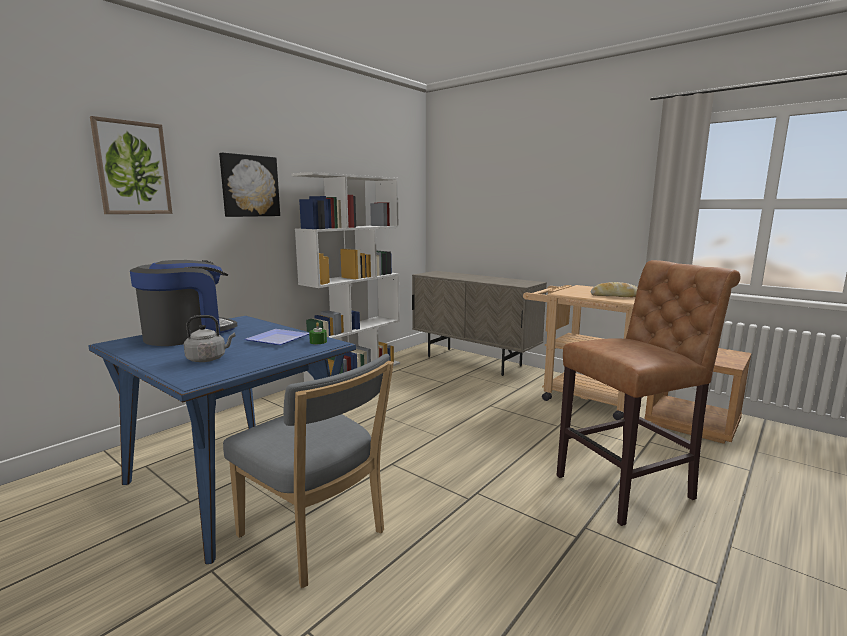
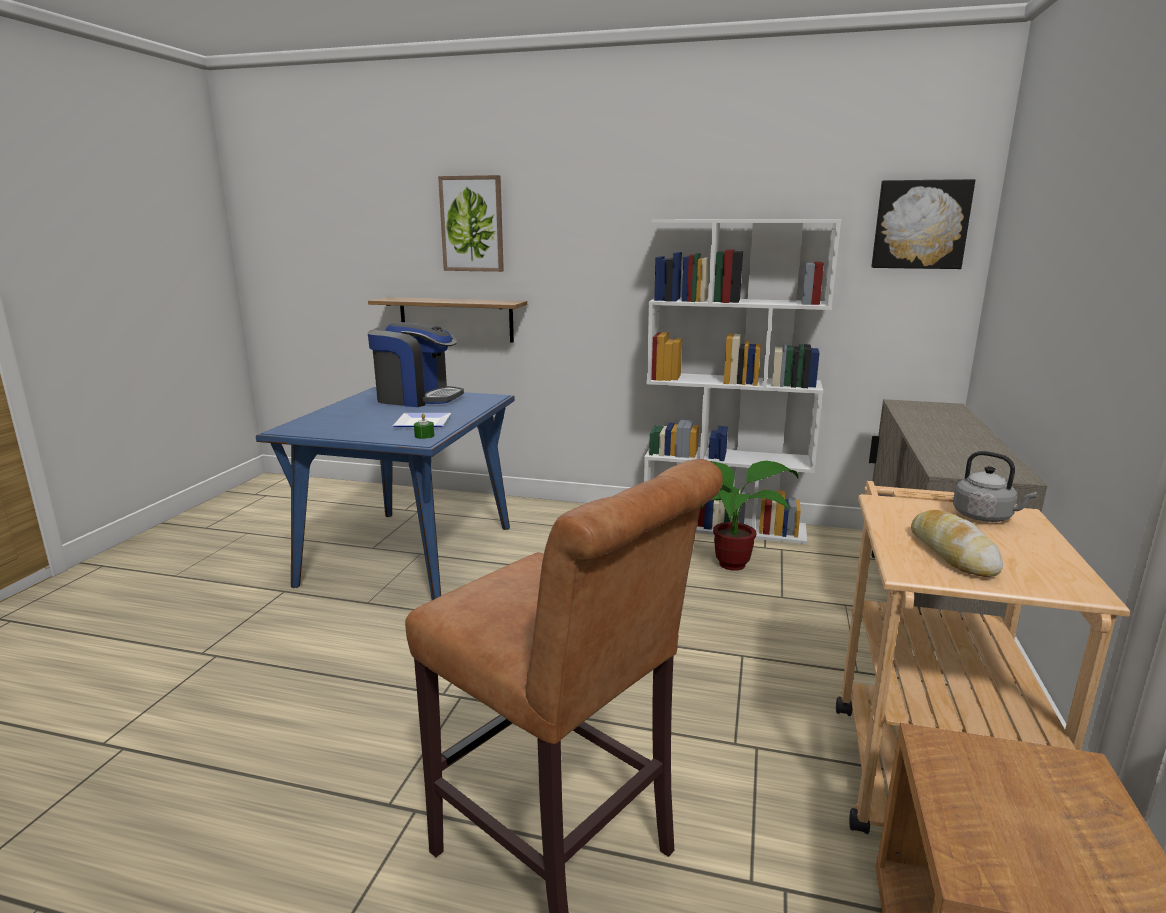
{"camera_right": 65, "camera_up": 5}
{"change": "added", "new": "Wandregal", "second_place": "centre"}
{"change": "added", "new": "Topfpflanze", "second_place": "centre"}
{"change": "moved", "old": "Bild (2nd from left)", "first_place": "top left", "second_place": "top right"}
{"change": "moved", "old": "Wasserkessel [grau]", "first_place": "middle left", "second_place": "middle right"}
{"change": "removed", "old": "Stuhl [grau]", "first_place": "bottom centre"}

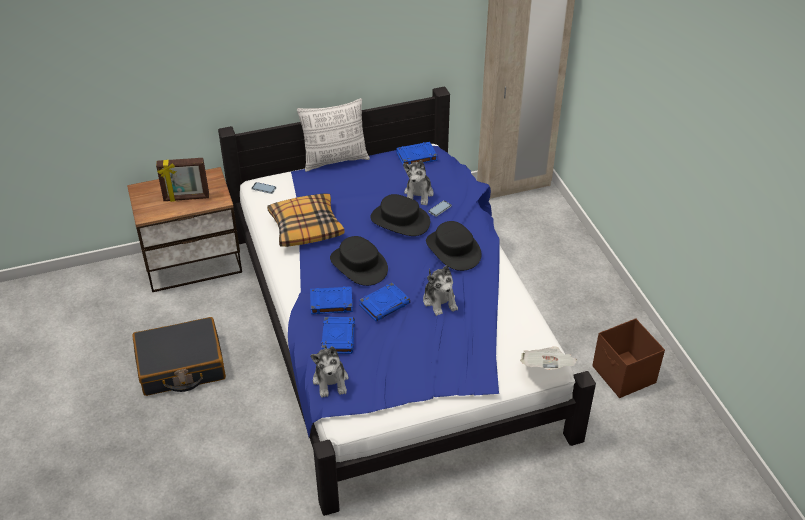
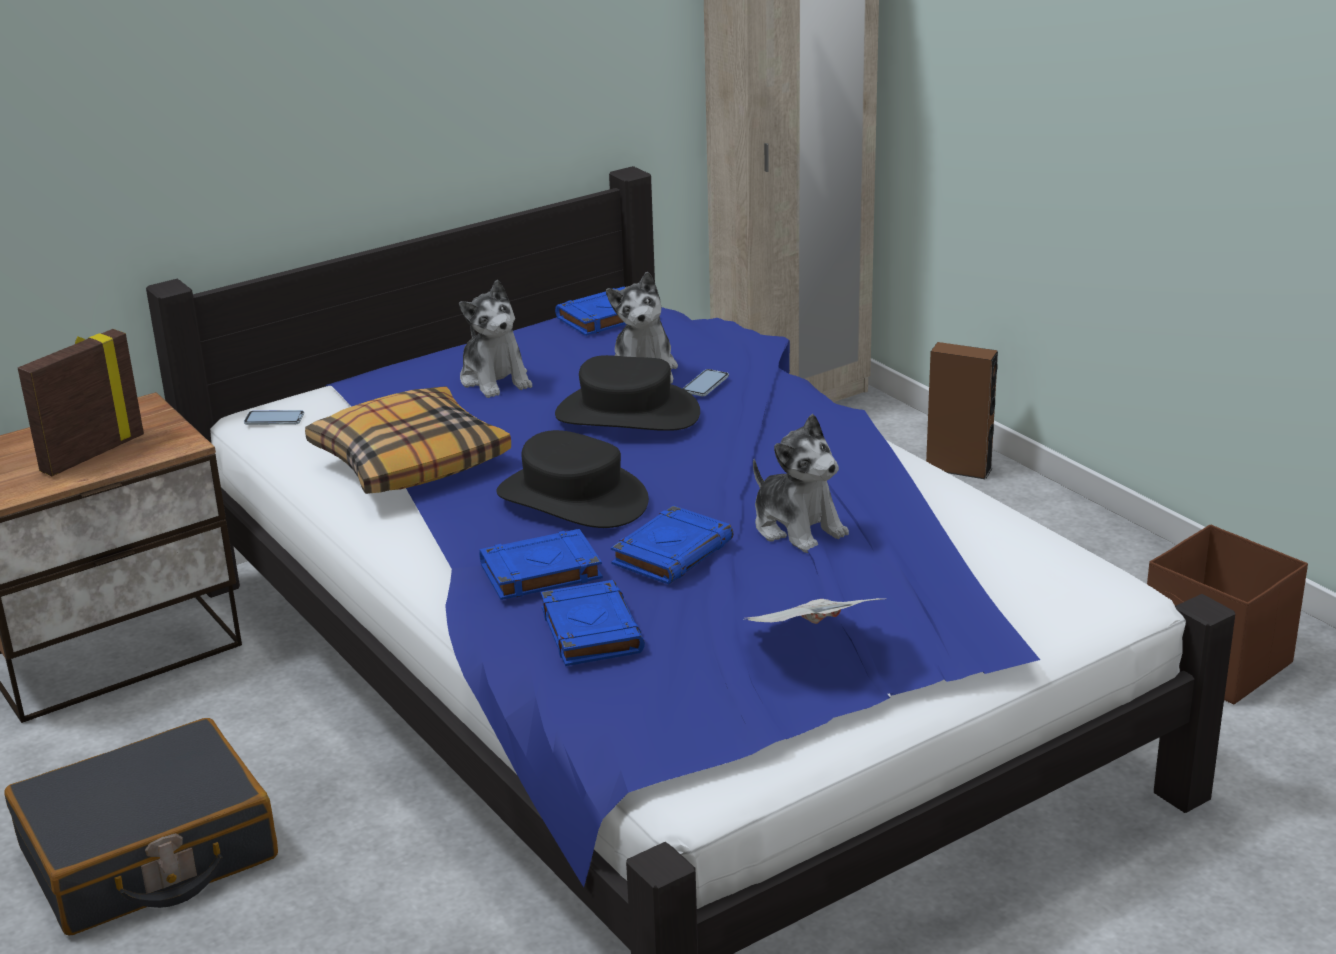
{"camera_right": -15, "camera_up": -15}
{"change": "turned", "old": "Bilderrahmen", "first_place": "middle left", "second_place": "middle left", "degrees": 150}
{"change": "moved", "old": "Plüschtier (1st from left)", "first_place": "bottom centre", "second_place": "centre"}
{"change": "moved", "old": "Zeitung", "first_place": "bottom right", "second_place": "centre"}
{"change": "added", "new": "Lautsprecher [braun]", "second_place": "middle right"}
{"change": "removed", "old": "Kissen (2nd from left)", "first_place": "top centre"}
{"change": "removed", "old": "Hut [schwarz] (3rd from left)", "first_place": "centre"}

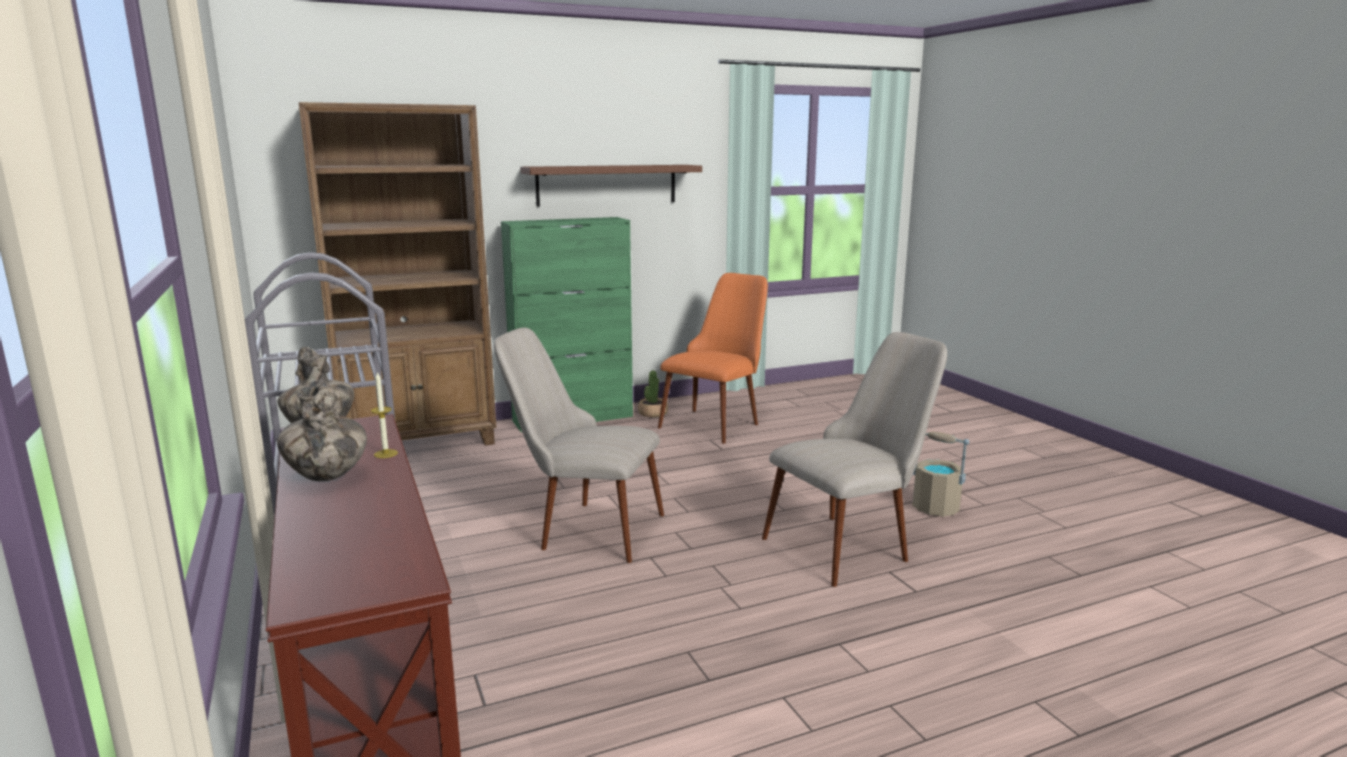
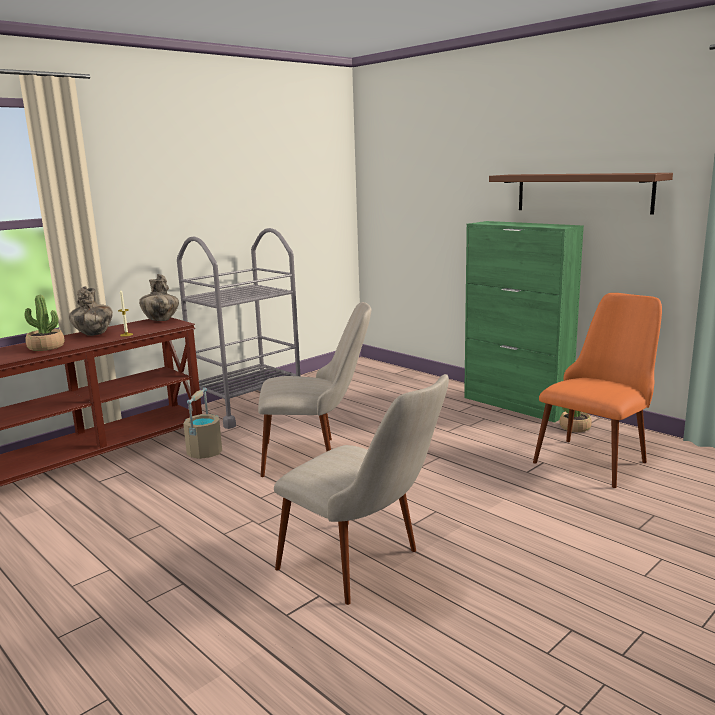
{"camera_right": 70, "camera_up": 0}
{"change": "added", "new": "Topfpflanze (1st from left)", "second_place": "middle left"}
{"change": "moved", "old": "Eimer [beige]", "first_place": "middle right", "second_place": "middle left"}
{"change": "turned", "old": "Stuhl [beige] (1st from left)", "first_place": "centre", "second_place": "centre", "degrees": 90}
{"change": "turned", "old": "Stuhl [orange]", "first_place": "centre", "second_place": "middle right", "degrees": -60}
{"change": "removed", "old": "Bücherregal [braun]", "first_place": "middle left"}

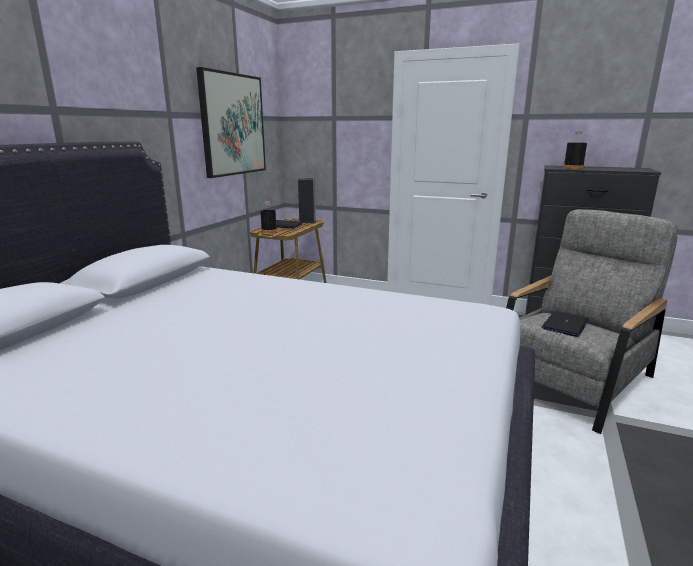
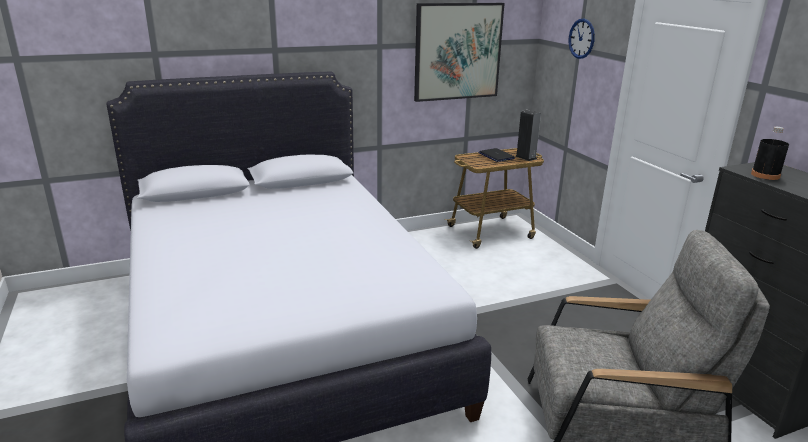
{"camera_right": 45, "camera_up": 5}
{"change": "added", "new": "Wanduhr", "second_place": "top right"}
{"change": "removed", "old": "Flasche [schwarz] (1st from left)", "first_place": "centre"}
{"change": "removed", "old": "Laptop (2nd from left)", "first_place": "middle right"}

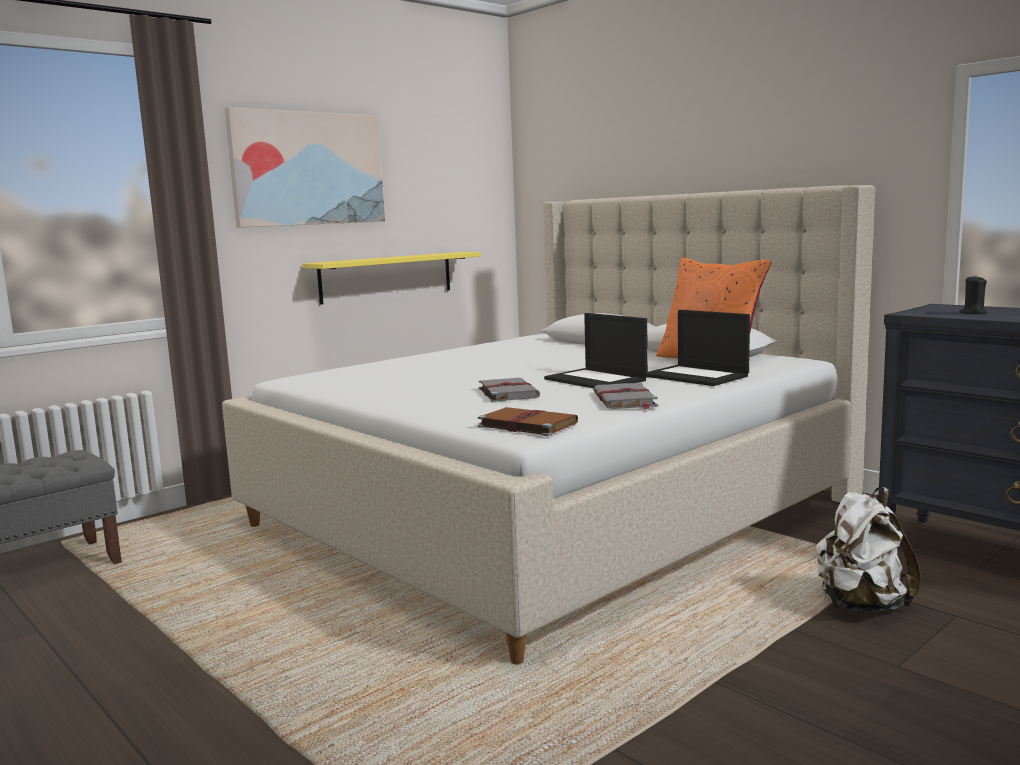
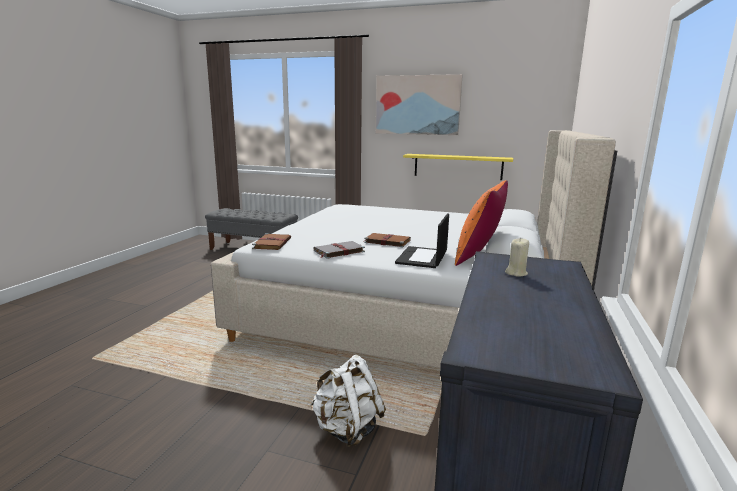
{"camera_right": 60, "camera_up": 5}
{"change": "replaced", "old": "Laptop (1st from left)", "new": "Buch [braun] (2nd from left)", "first_place": "centre", "second_place": "centre"}
{"change": "recoloured", "old": "Kerze [schwarz]", "new": "Kerze [beige]", "first_place": "middle right", "second_place": "middle right"}
{"change": "removed", "old": "Buch [grau] (1st from left)", "first_place": "centre"}

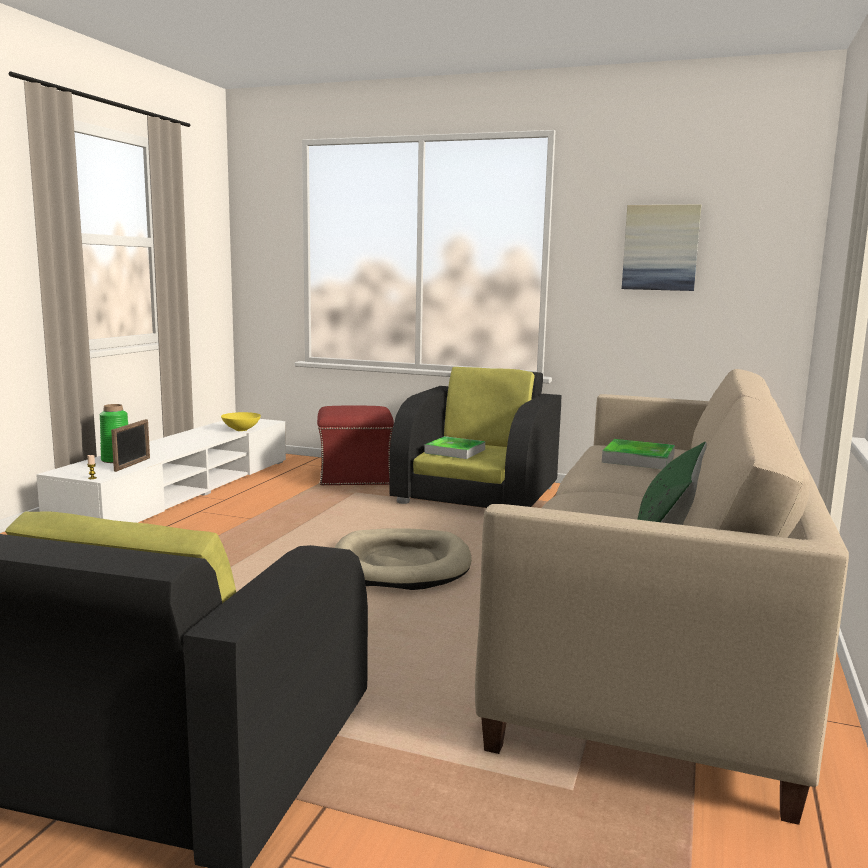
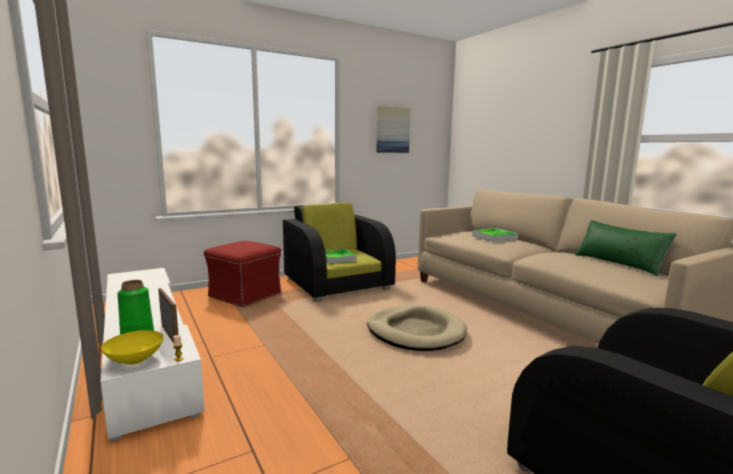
{"camera_right": -50, "camera_up": 0}
{"change": "moved", "old": "Schüssel [gelb]", "first_place": "middle left", "second_place": "bottom left"}

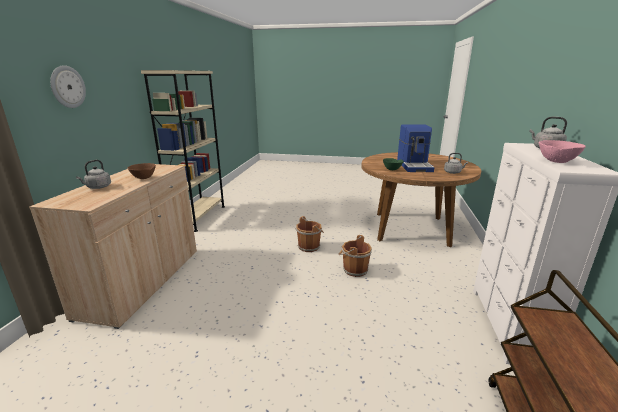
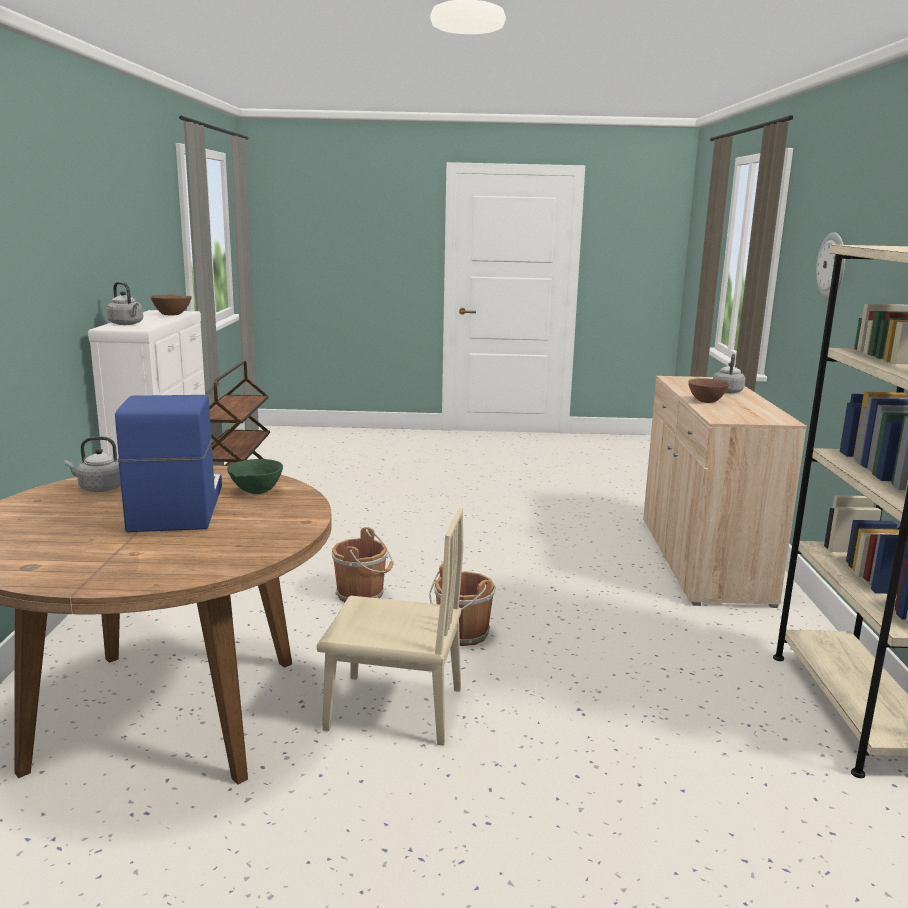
{"camera_right": 170, "camera_up": -5}
{"change": "recoloured", "old": "Schüssel [rosa]", "new": "Schüssel [braun] (1st from left)", "first_place": "middle right", "second_place": "middle left"}
{"change": "added", "new": "Stuhl [beige]", "second_place": "bottom centre"}

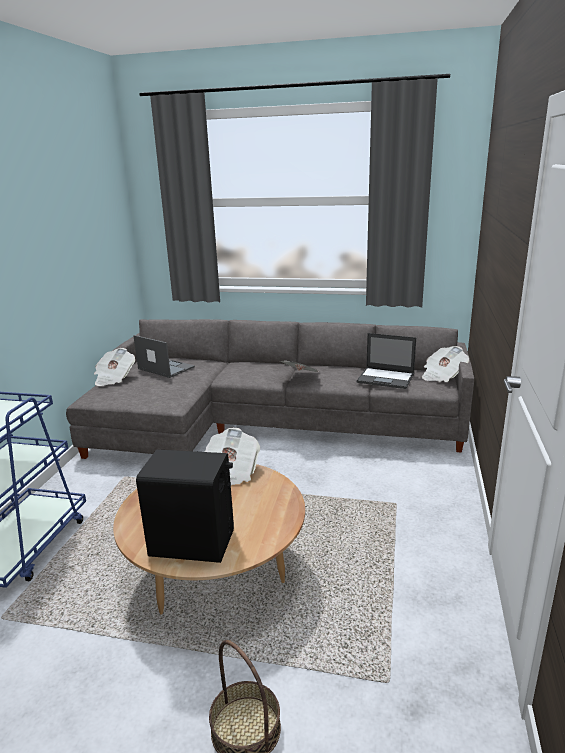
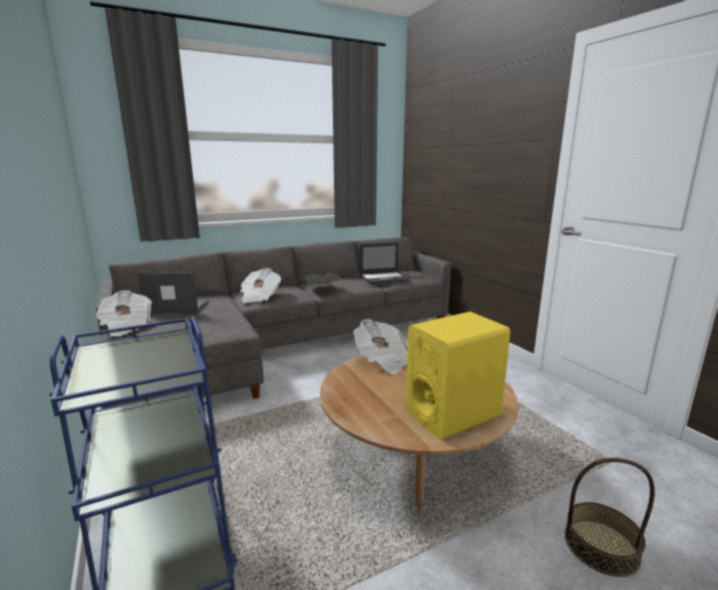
{"camera_right": -40, "camera_up": -5}
{"change": "moved", "old": "Zeitung (4th from left in the first image)", "new": "Zeitung (2nd from left)", "first_place": "middle right", "second_place": "centre"}
{"change": "recoloured", "old": "Lautsprecher [schwarz]", "new": "Lautsprecher [gelb]", "first_place": "bottom left", "second_place": "centre"}

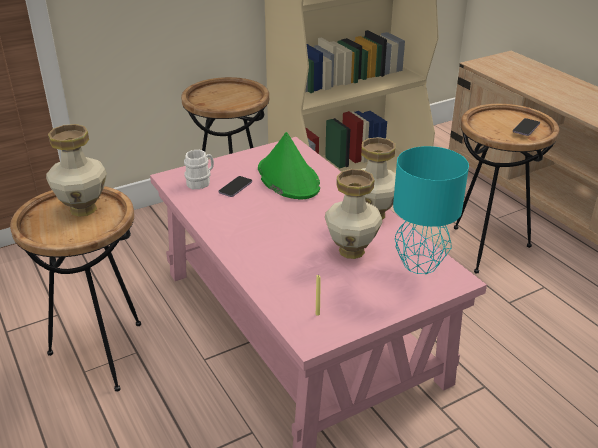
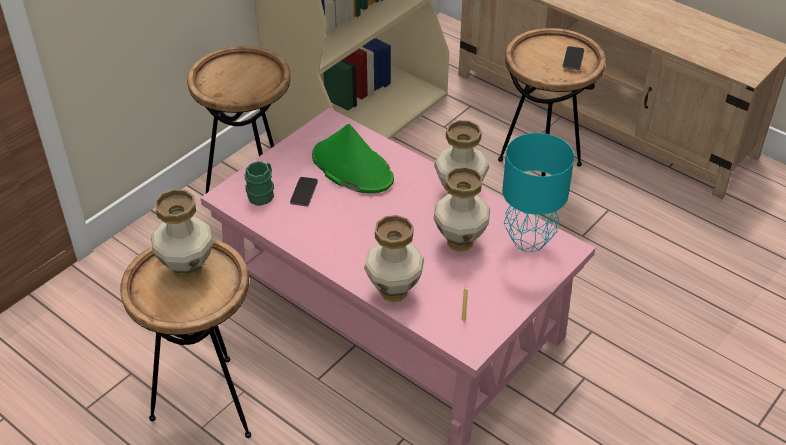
{"camera_right": -20, "camera_up": 10}
{"change": "recoloured", "old": "Henkelbecher [weiß]", "new": "Henkelbecher [grün]", "first_place": "middle left", "second_place": "middle left"}
{"change": "added", "new": "Vase (2nd from left)", "second_place": "centre"}

